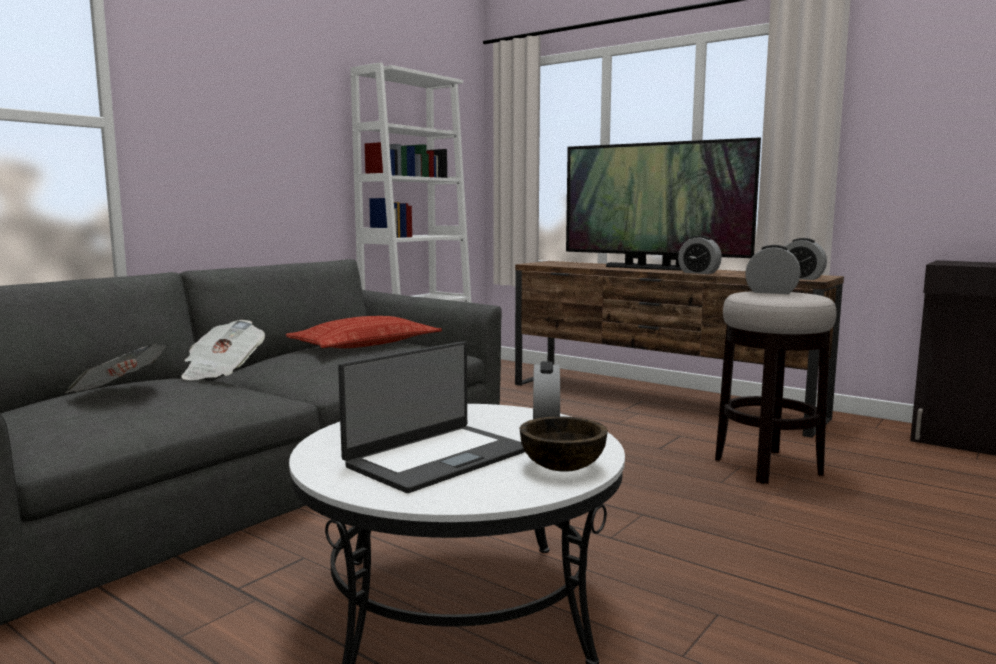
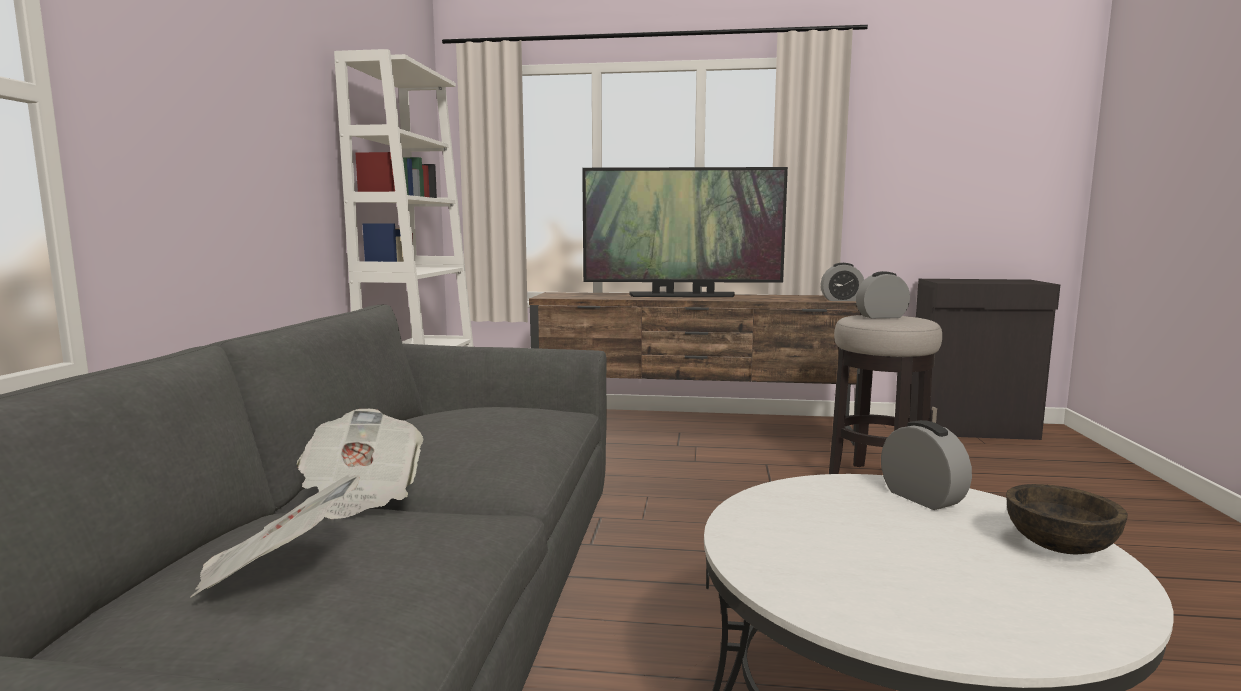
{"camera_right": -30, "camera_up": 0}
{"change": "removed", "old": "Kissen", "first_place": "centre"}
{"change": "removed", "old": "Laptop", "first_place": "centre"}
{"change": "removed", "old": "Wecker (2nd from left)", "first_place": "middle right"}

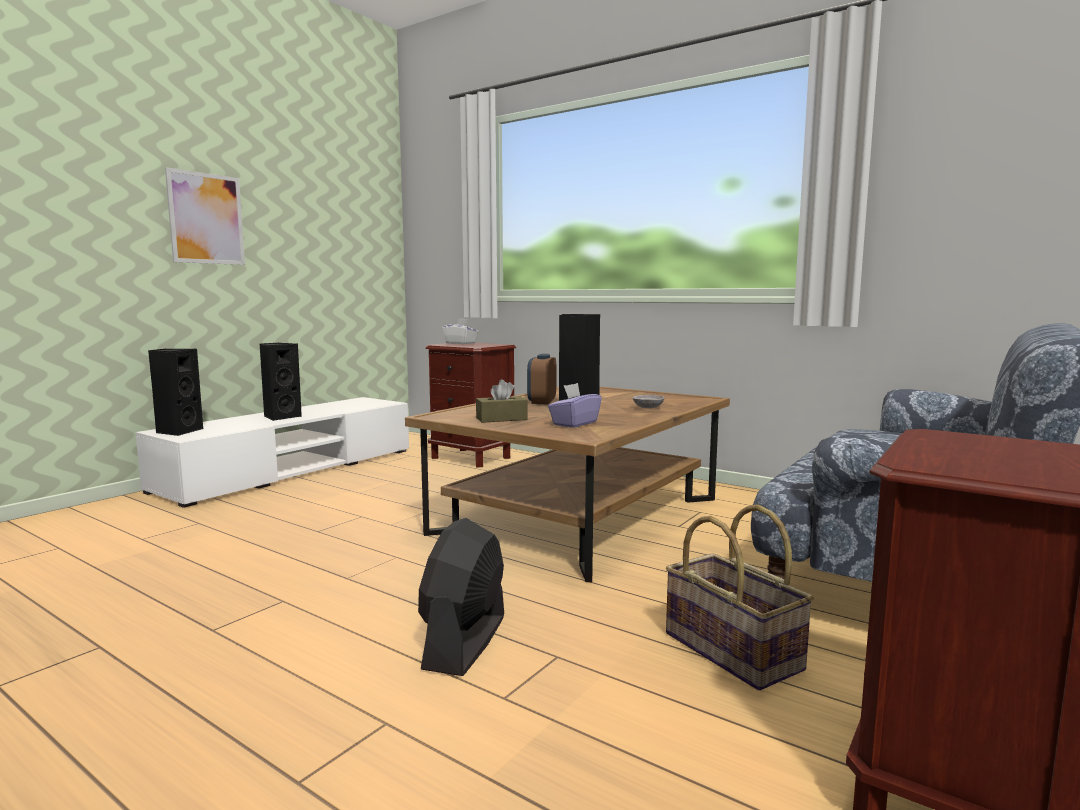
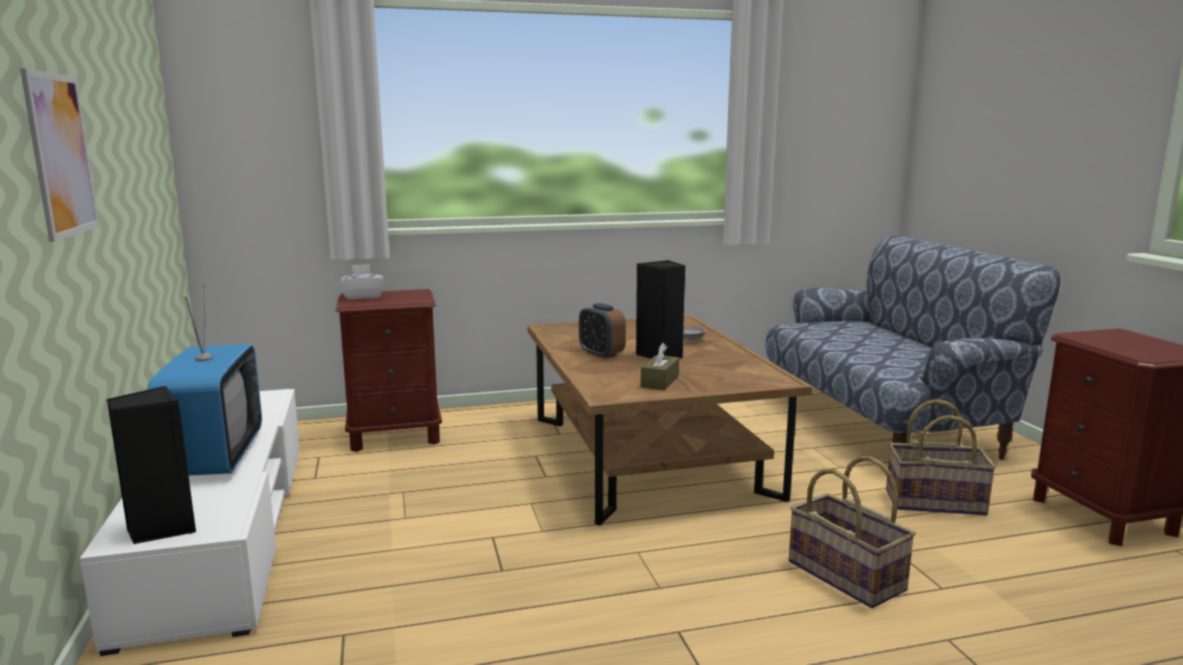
{"camera_right": -50, "camera_up": 5}
{"change": "replaced", "old": "Lautsprecher [schwarz] (2nd from left)", "new": "Fernseher", "first_place": "middle left", "second_place": "middle left"}
{"change": "replaced", "old": "Ventilator [schwarz]", "new": "Korb (1st from left)", "first_place": "bottom centre", "second_place": "bottom right"}
{"change": "removed", "old": "Taschentuchbox [lila]", "first_place": "centre"}

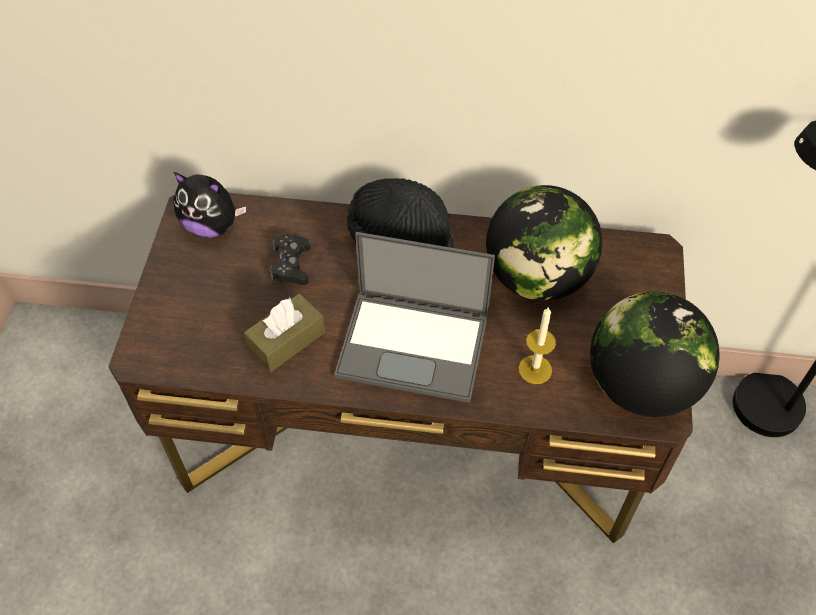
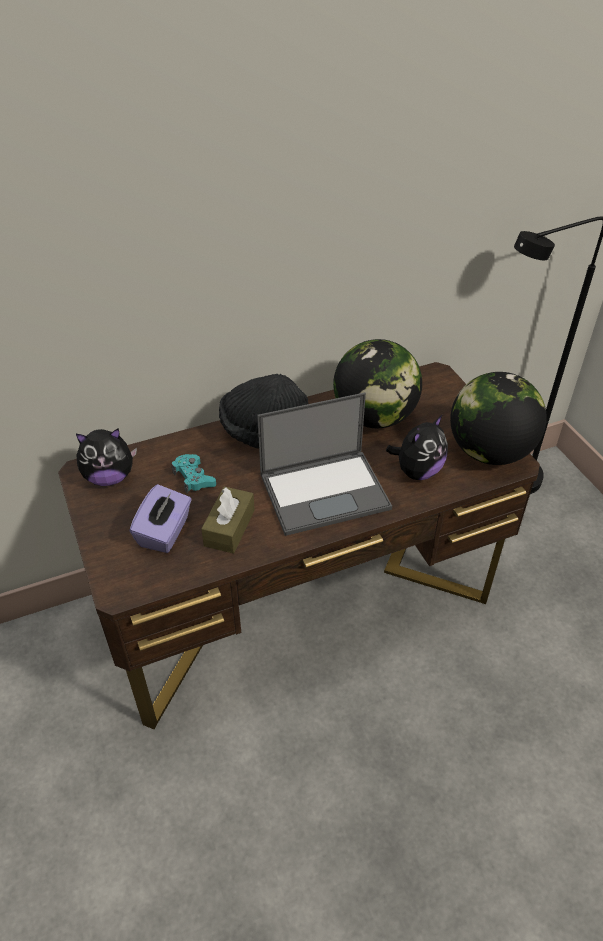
{"camera_right": -30, "camera_up": -10}
{"change": "added", "new": "Taschentuchbox [lila]", "second_place": "middle left"}
{"change": "recoloured", "old": "Gamepad [schwarz]", "new": "Gamepad [türkis]", "first_place": "centre", "second_place": "middle left"}
{"change": "replaced", "old": "Kerze", "new": "Plüschtier (2nd from left)", "first_place": "centre", "second_place": "middle right"}

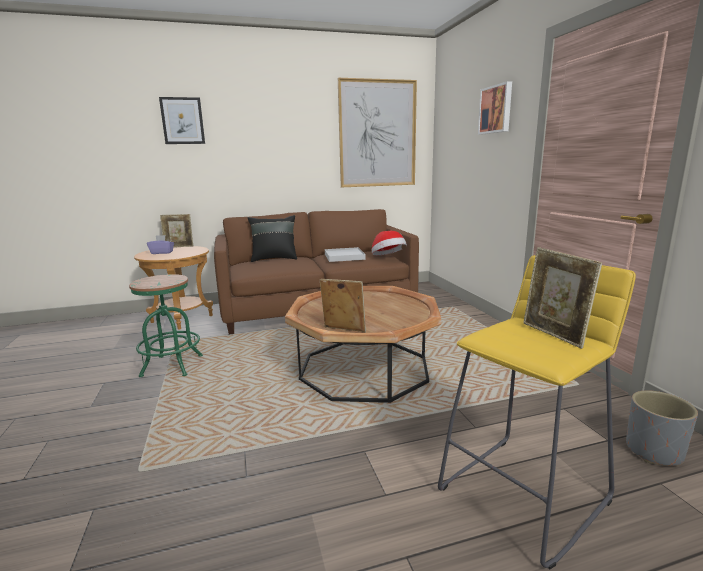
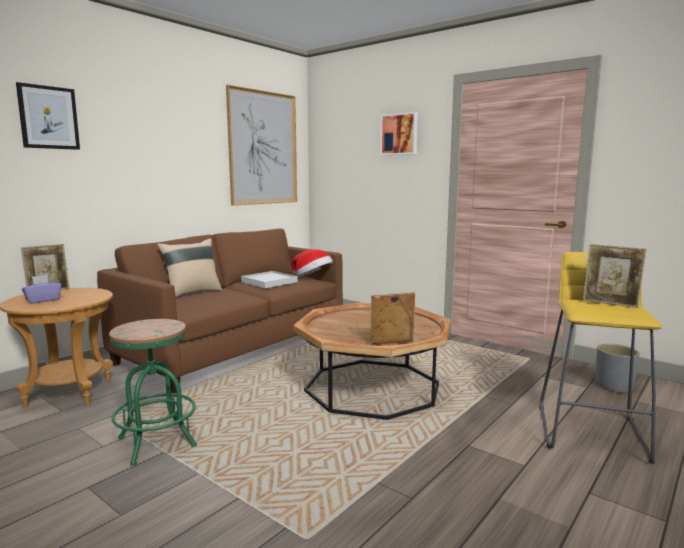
{"camera_right": -35, "camera_up": -5}
{"change": "recoloured", "old": "Kissen [schwarz]", "new": "Kissen [beige]", "first_place": "centre", "second_place": "middle left"}

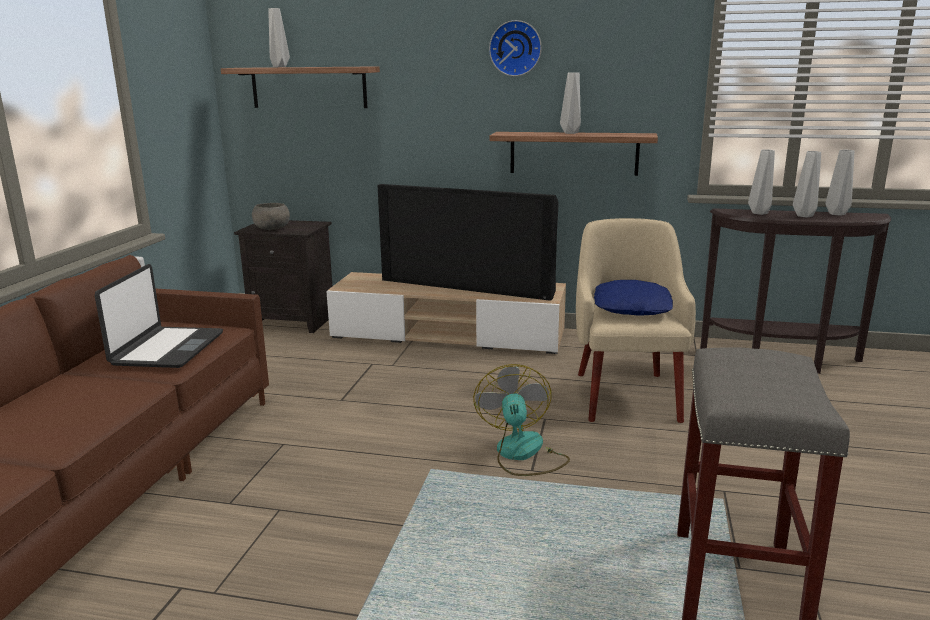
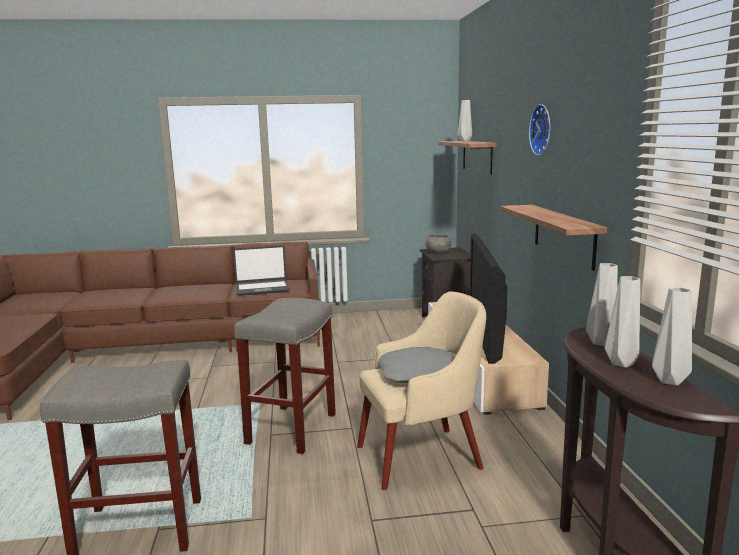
{"camera_right": 70, "camera_up": -5}
{"change": "replaced", "old": "Ventilator", "new": "Hocker [grau] (2nd from left)", "first_place": "bottom centre", "second_place": "bottom centre"}
{"change": "recoloured", "old": "Kissen [blau]", "new": "Kissen [grau]", "first_place": "middle right", "second_place": "centre"}
{"change": "removed", "old": "Vase [grau] (2nd from left)", "first_place": "top centre"}

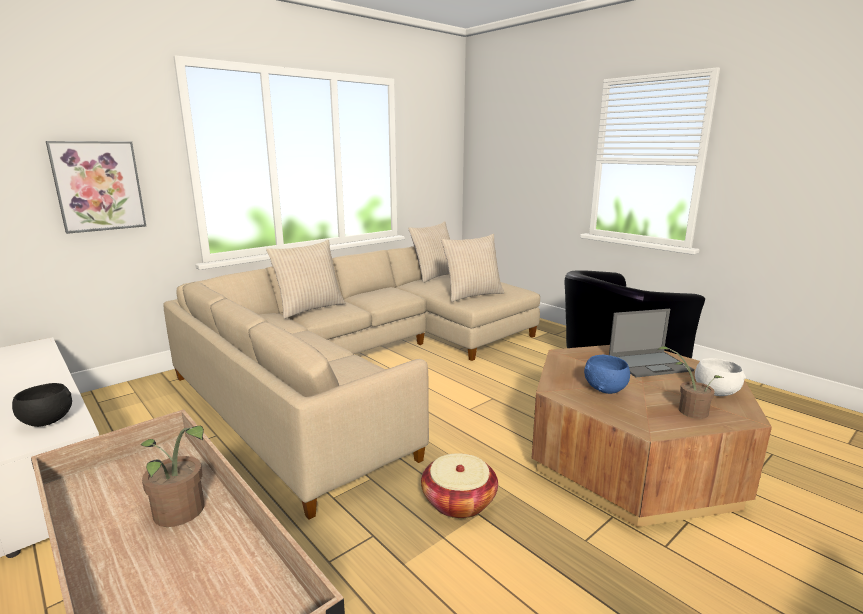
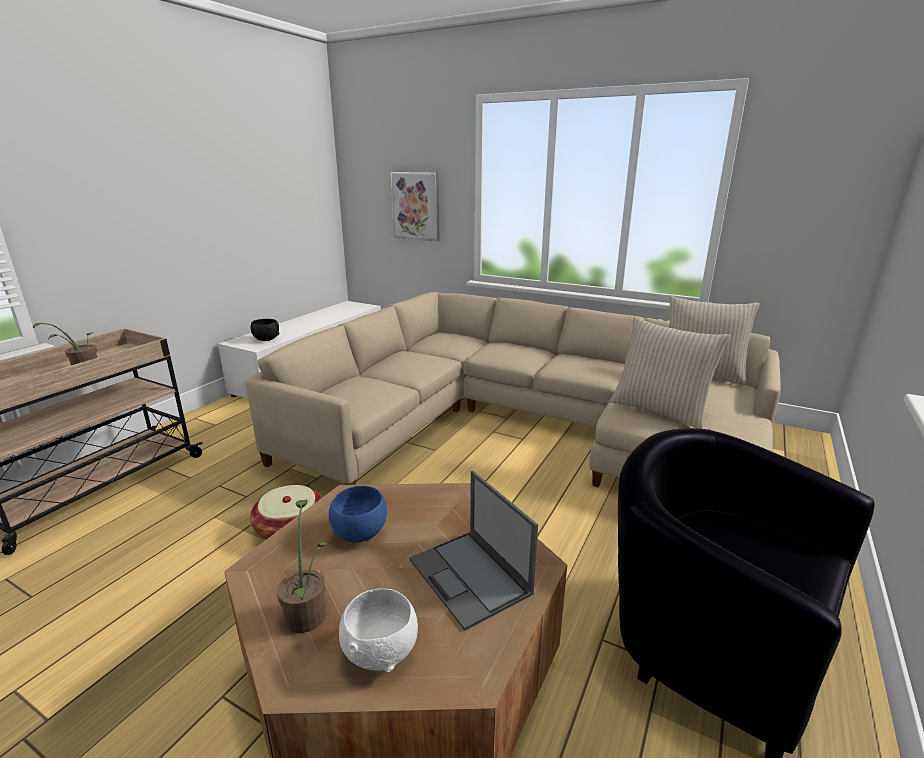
{"camera_right": 70, "camera_up": 5}
{"change": "removed", "old": "Kissen [beige] (1st from left)", "first_place": "centre"}

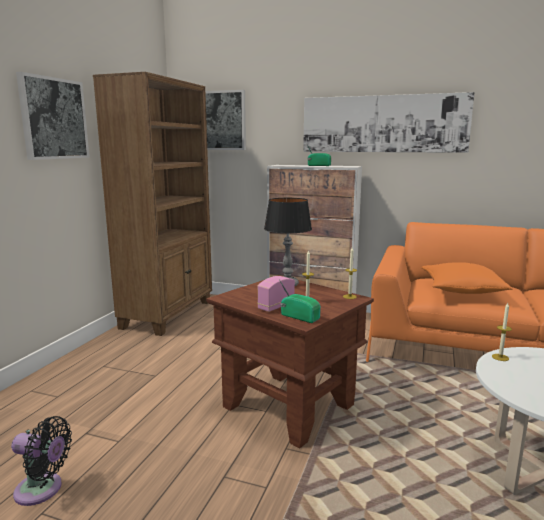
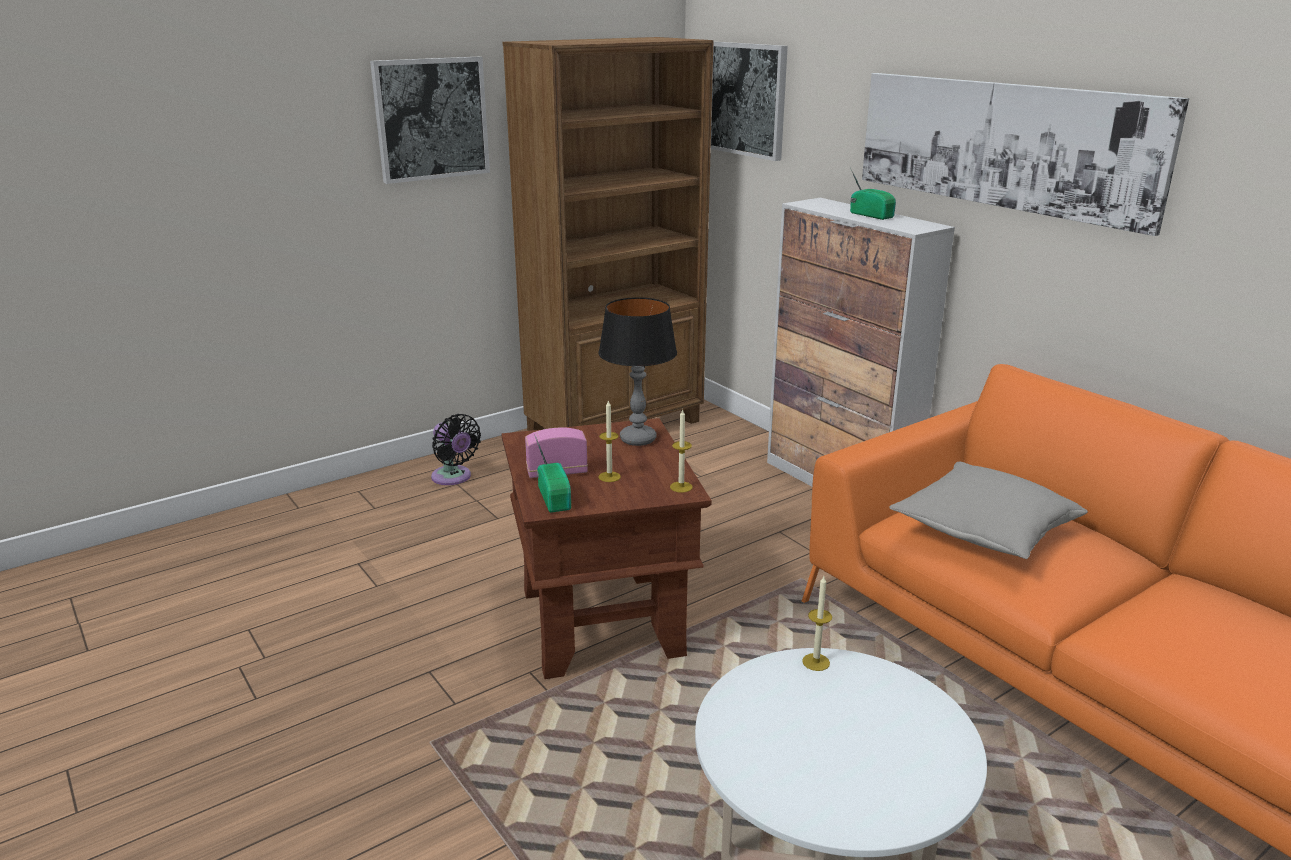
{"camera_right": 35, "camera_up": 10}
{"change": "moved", "old": "Ventilator [schwarz]", "first_place": "bottom left", "second_place": "centre"}
{"change": "recoloured", "old": "Kissen [orange]", "new": "Kissen [grau]", "first_place": "middle right", "second_place": "middle right"}

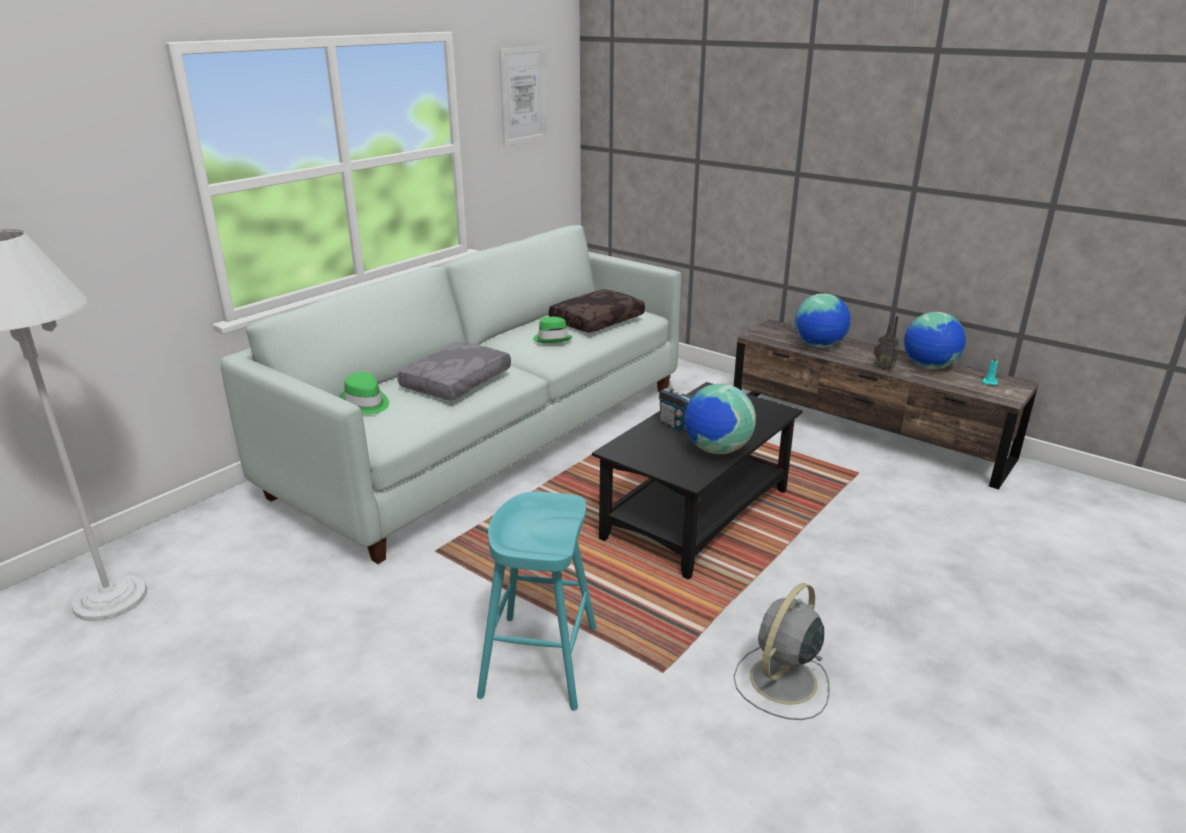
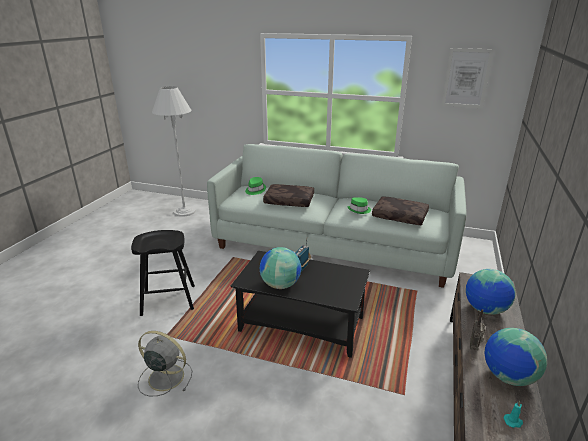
{"camera_right": 70, "camera_up": 0}
{"change": "recoloured", "old": "Hocker [türkis]", "new": "Hocker [schwarz]", "first_place": "bottom centre", "second_place": "middle left"}
{"change": "recoloured", "old": "Kissen [grau]", "new": "Kissen [braun] (1st from left)", "first_place": "centre", "second_place": "centre"}

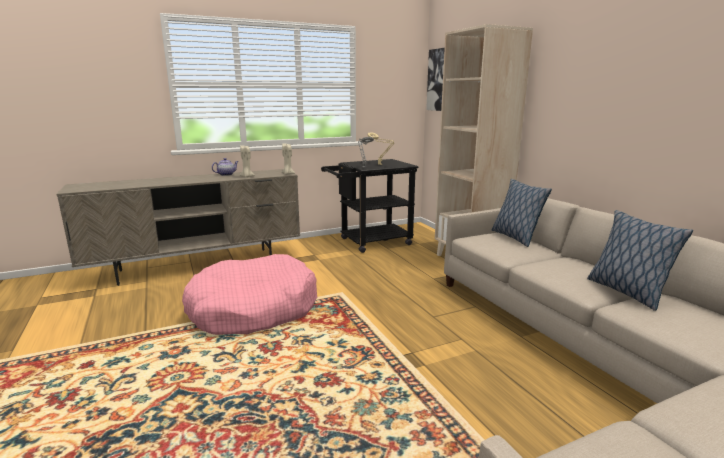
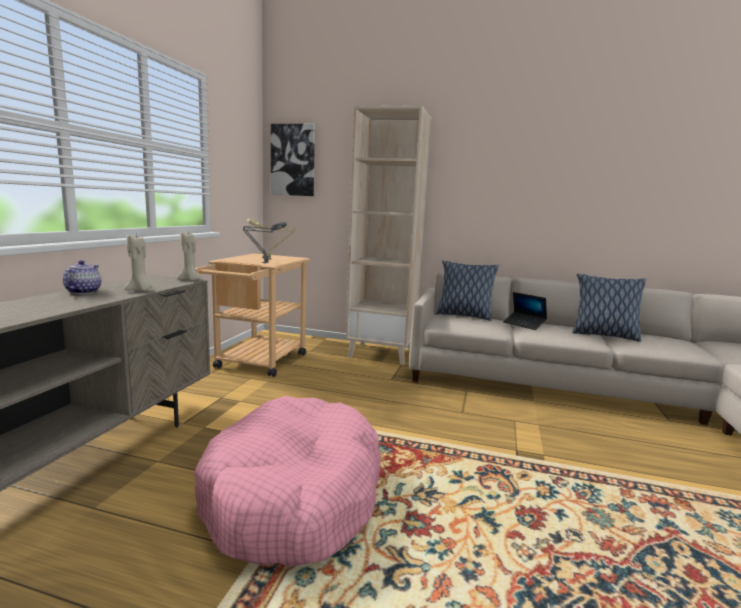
{"camera_right": -50, "camera_up": -5}
{"change": "recoloured", "old": "Rollwagen [schwarz]", "new": "Rollwagen [beige]", "first_place": "centre", "second_place": "centre"}
{"change": "added", "new": "Laptop", "second_place": "middle right"}

